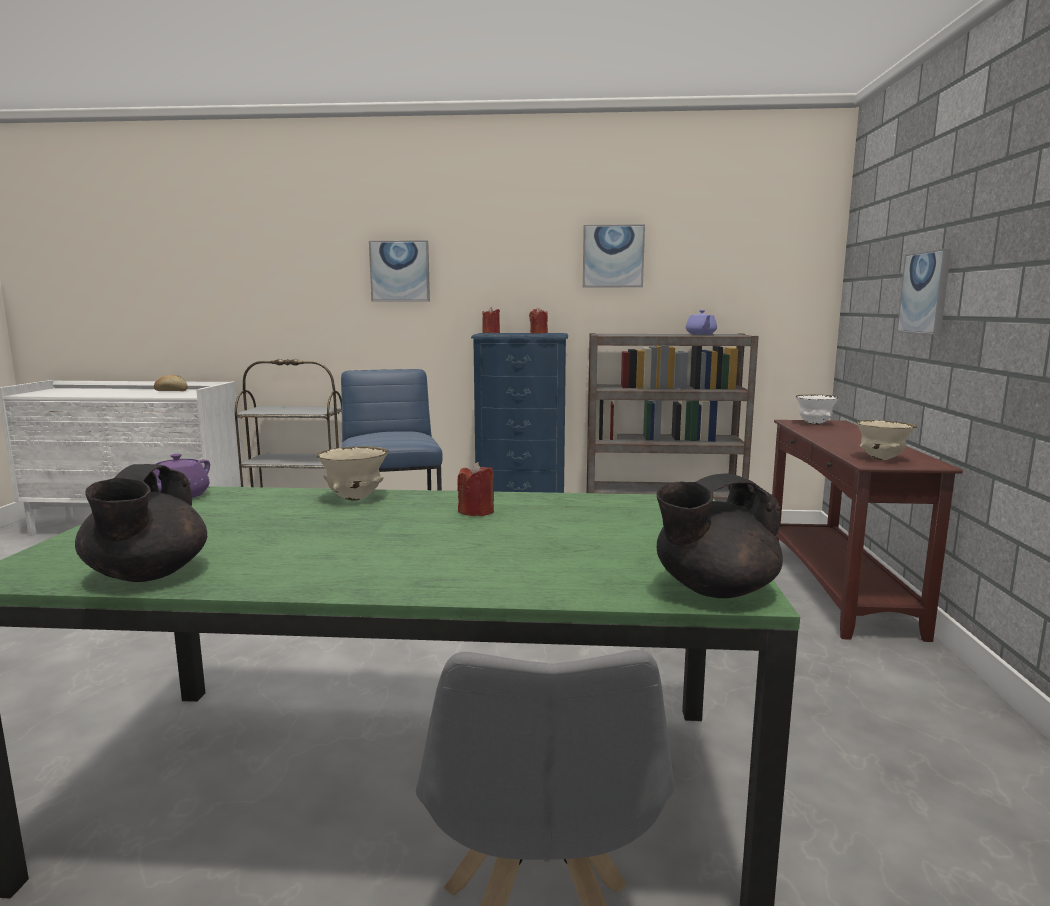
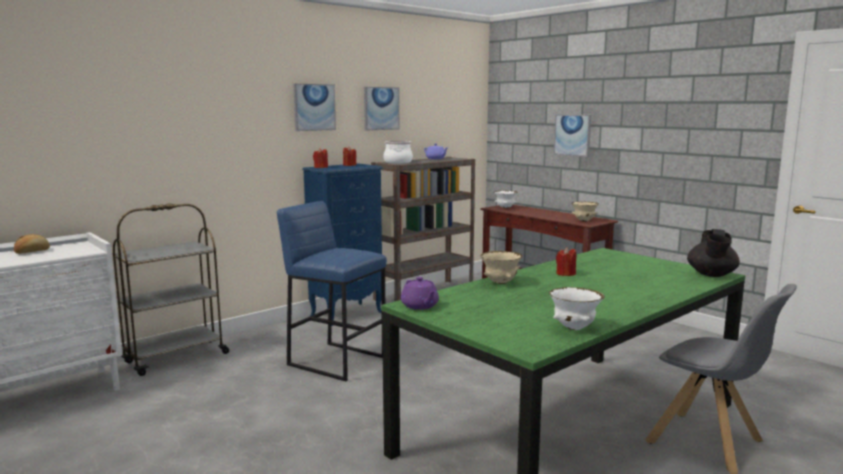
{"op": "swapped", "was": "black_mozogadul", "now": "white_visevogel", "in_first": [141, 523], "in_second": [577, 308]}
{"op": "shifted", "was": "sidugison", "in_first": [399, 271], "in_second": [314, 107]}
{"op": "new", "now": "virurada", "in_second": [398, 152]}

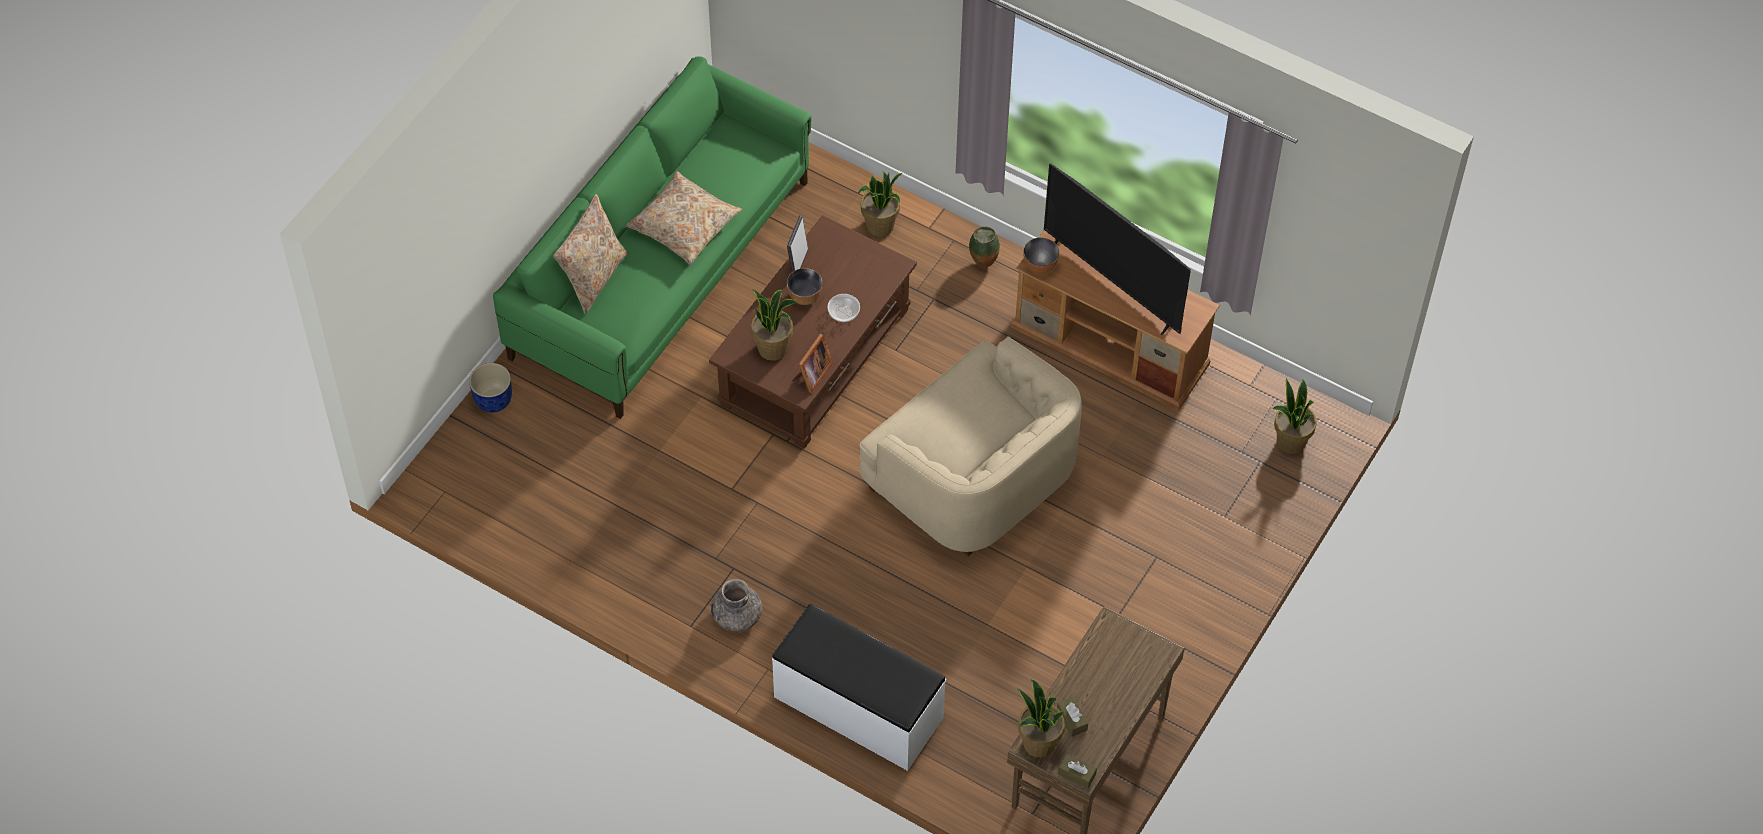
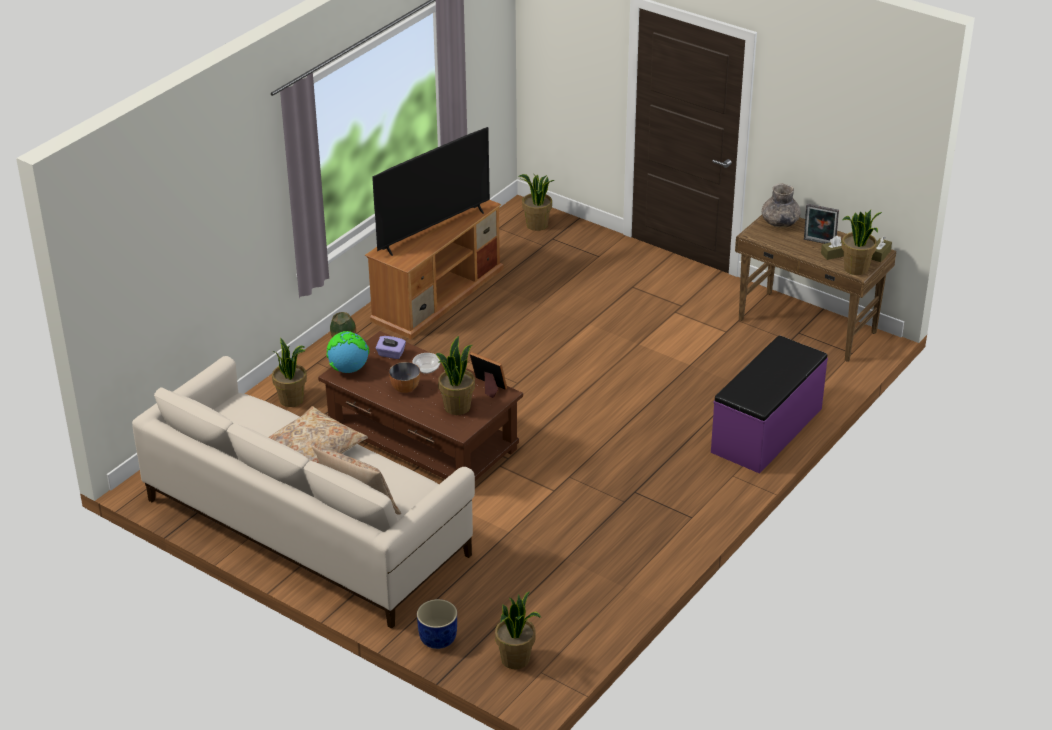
{"op": "repainted", "was": "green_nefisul", "now": "beige_nefisul", "in_first": [652, 237], "in_second": [303, 492]}
{"op": "shifted", "was": "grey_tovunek", "in_first": [737, 605], "in_second": [781, 205]}
{"op": "repainted", "was": "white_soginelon", "now": "purple_soginelon", "in_first": [859, 687], "in_second": [769, 404]}
{"op": "shifted", "was": "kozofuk", "in_first": [797, 243], "in_second": [821, 224]}
{"op": "gone", "was": "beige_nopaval", "in_first": [970, 446]}
{"op": "gone", "was": "visevogel", "in_first": [1041, 256]}
{"op": "new", "now": "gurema", "in_second": [347, 352]}
{"op": "new", "now": "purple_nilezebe", "in_second": [391, 347]}
{"op": "new", "now": "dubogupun", "in_second": [518, 630]}

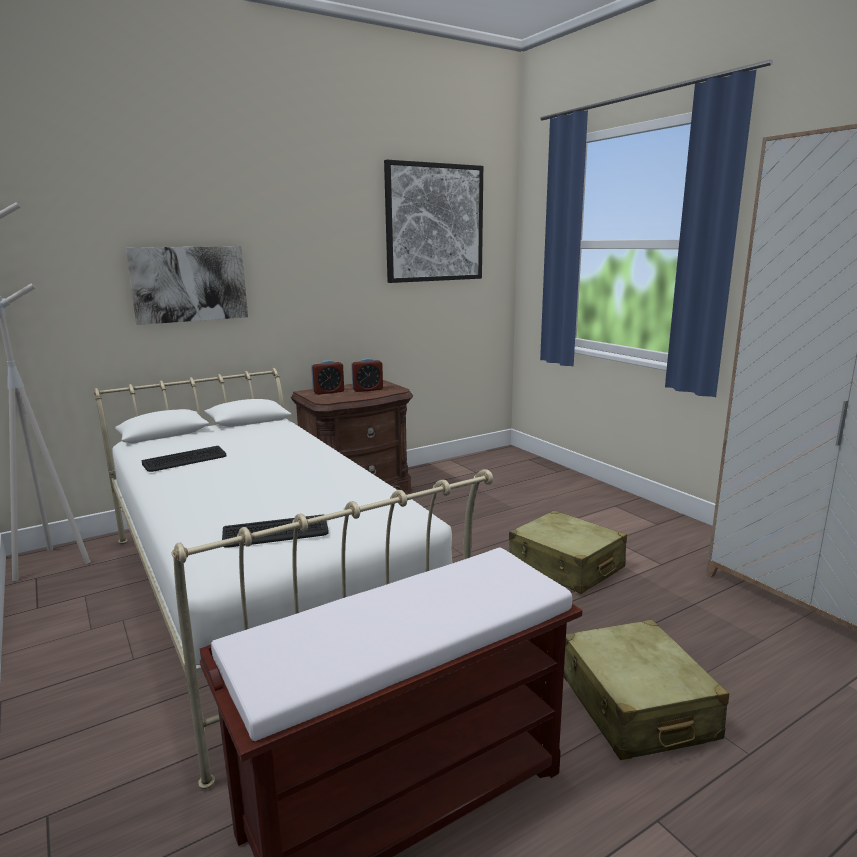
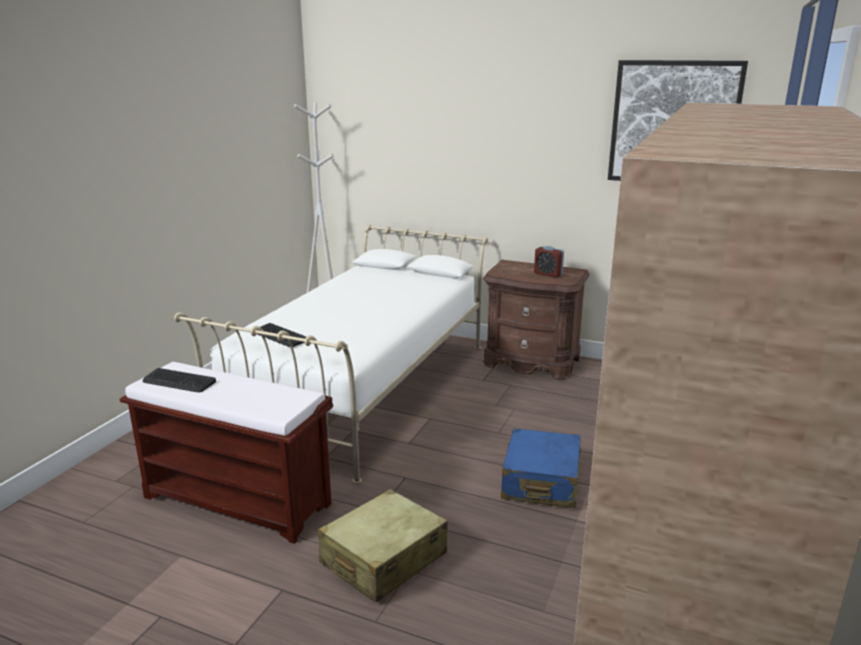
{"op": "gone", "was": "sidugison", "in_first": [186, 285]}
{"op": "shifted", "was": "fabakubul", "in_first": [184, 459], "in_second": [179, 380]}
{"op": "gone", "was": "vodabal", "in_first": [327, 377]}
{"op": "repainted", "was": "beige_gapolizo", "now": "blue_gapolizo", "in_first": [568, 552], "in_second": [541, 468]}

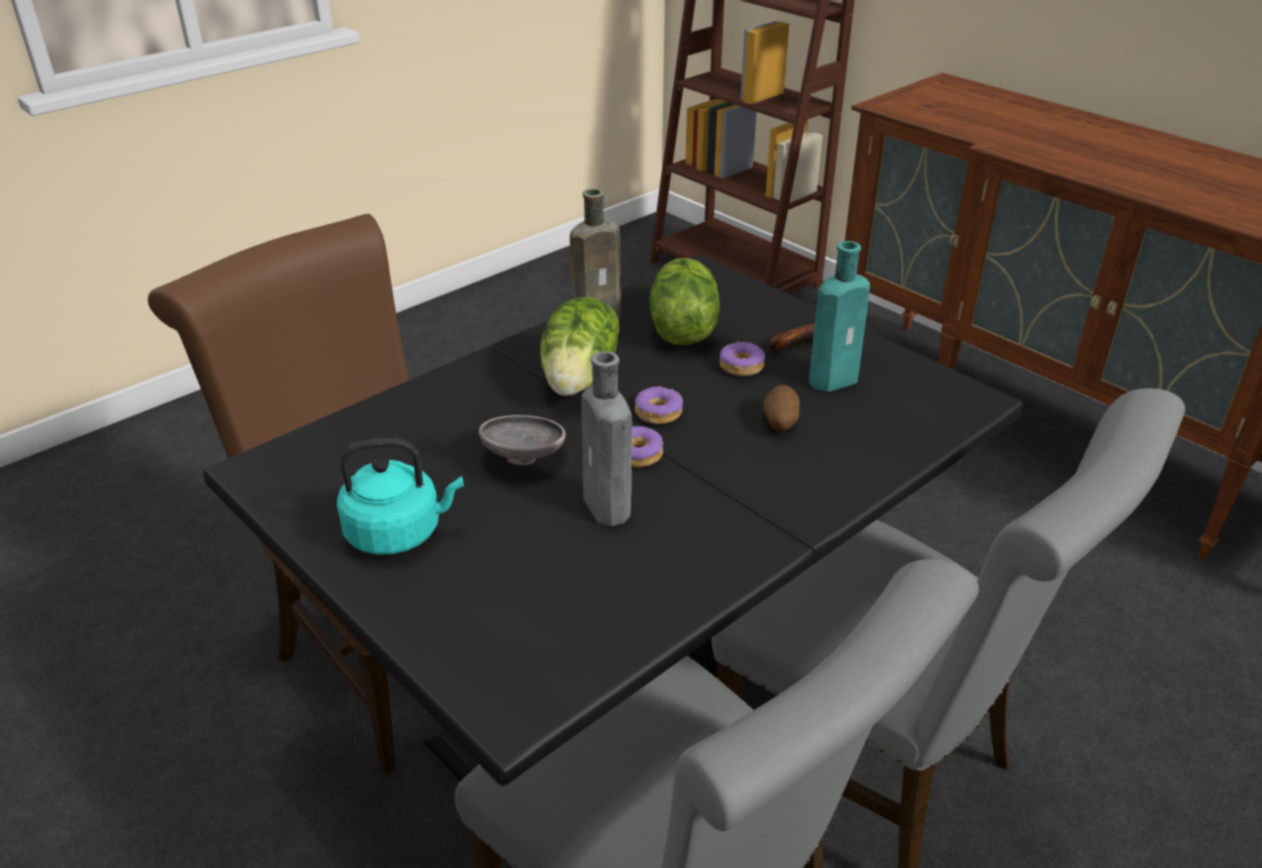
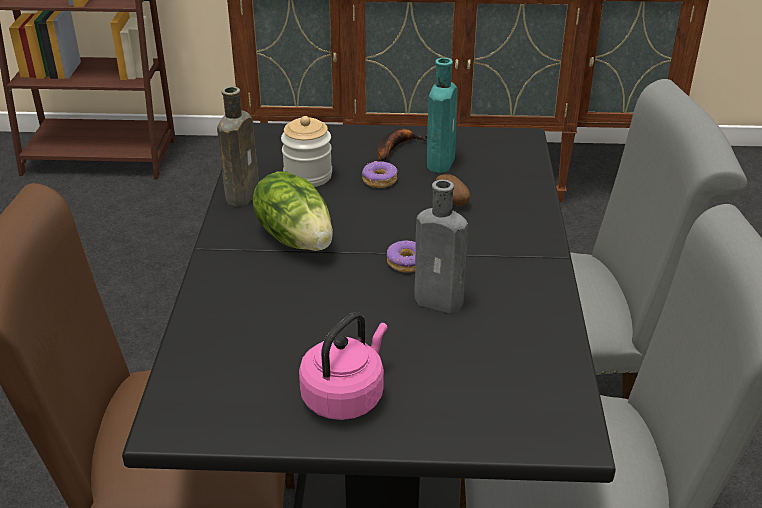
{"op": "repainted", "was": "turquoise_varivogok", "now": "pink_varivogok", "in_first": [400, 496], "in_second": [343, 366]}
{"op": "gone", "was": "grey_visevogel", "in_first": [522, 440]}
{"op": "gone", "was": "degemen", "in_first": [659, 405]}
{"op": "swapped", "was": "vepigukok", "now": "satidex", "in_first": [684, 301], "in_second": [306, 151]}

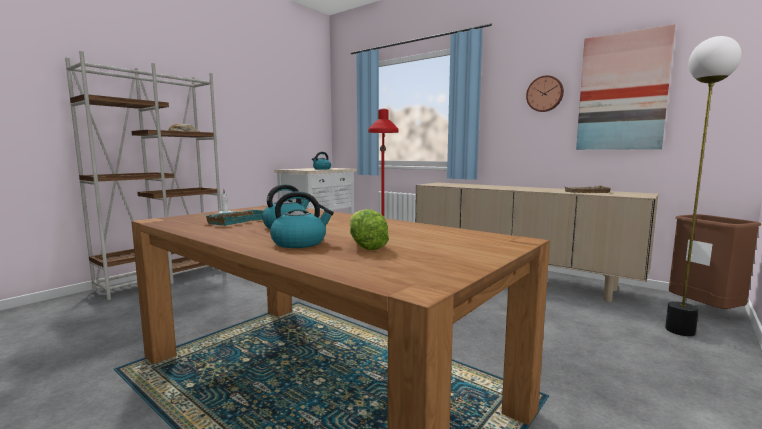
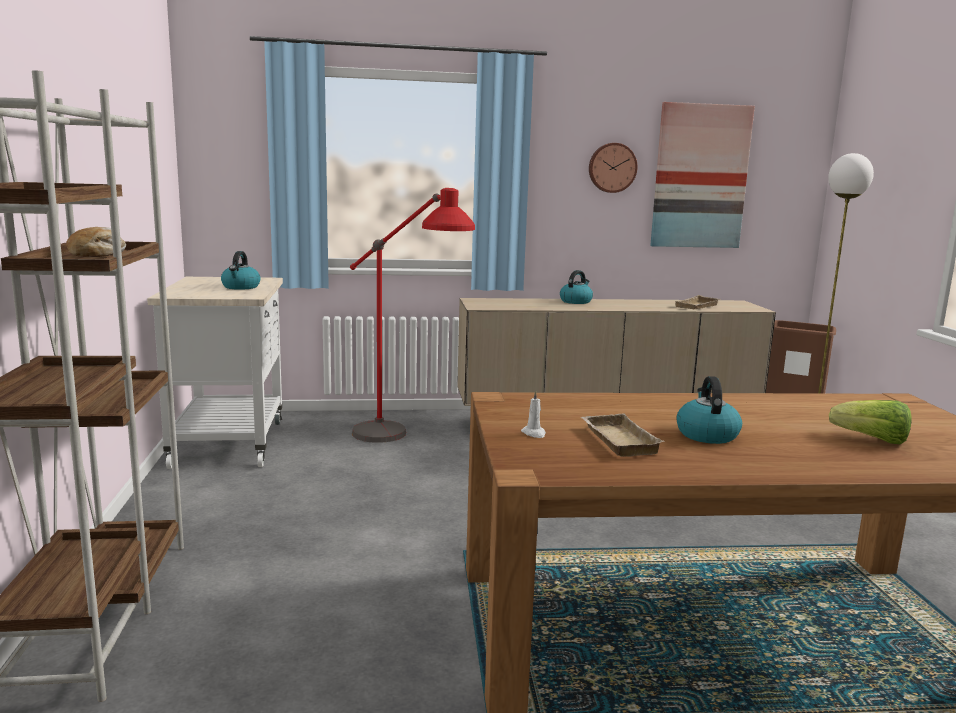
{"op": "repainted", "was": "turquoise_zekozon", "now": "beige_zekozon", "in_first": [234, 218], "in_second": [623, 435]}
{"op": "shifted", "was": "varivogok", "in_first": [302, 219], "in_second": [576, 287]}

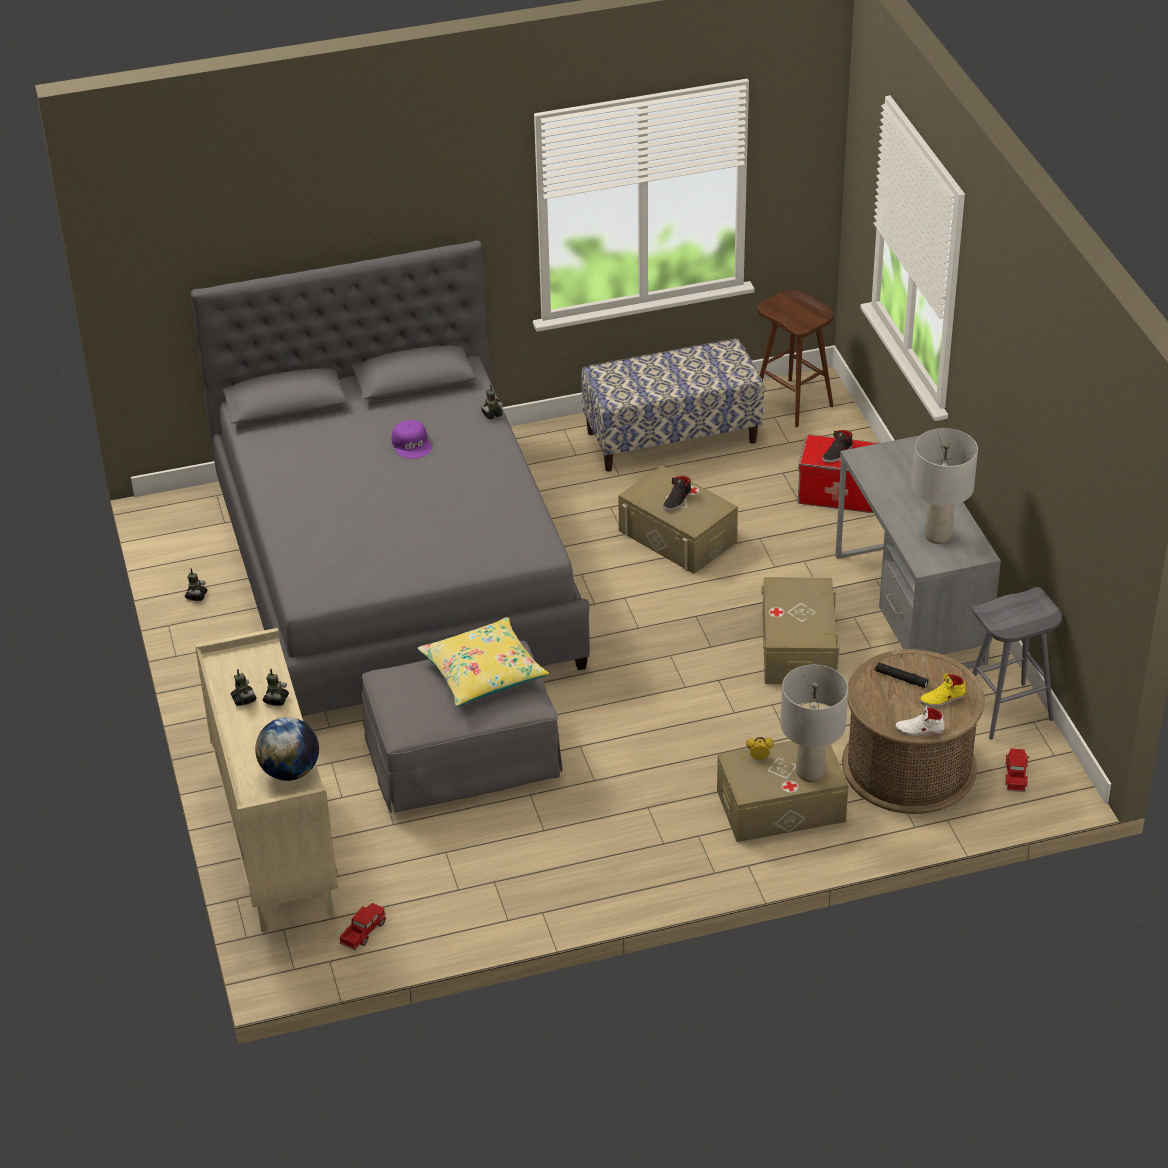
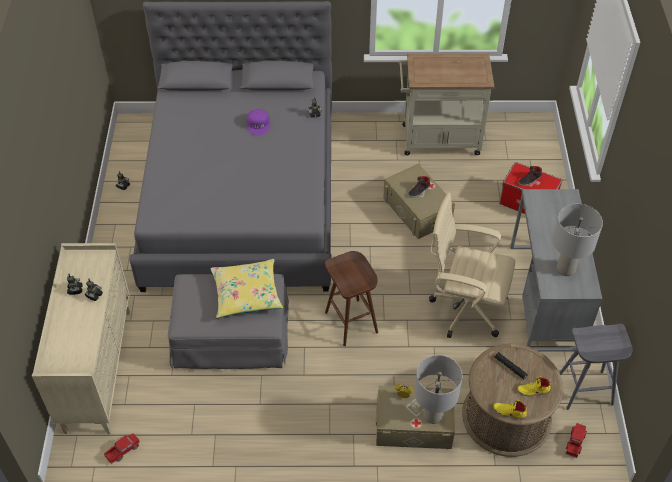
{"op": "gone", "was": "gurema", "in_first": [287, 749]}
{"op": "swapped", "was": "soginelon", "now": "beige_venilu", "in_first": [672, 405], "in_second": [446, 105]}
{"op": "shifted", "was": "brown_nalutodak", "in_first": [796, 358], "in_second": [351, 298]}
{"op": "swapped", "was": "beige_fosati", "now": "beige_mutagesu", "in_first": [800, 630], "in_second": [472, 265]}
{"op": "repainted", "was": "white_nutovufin", "now": "yellow_nutovufin", "in_first": [919, 720], "in_second": [510, 409]}

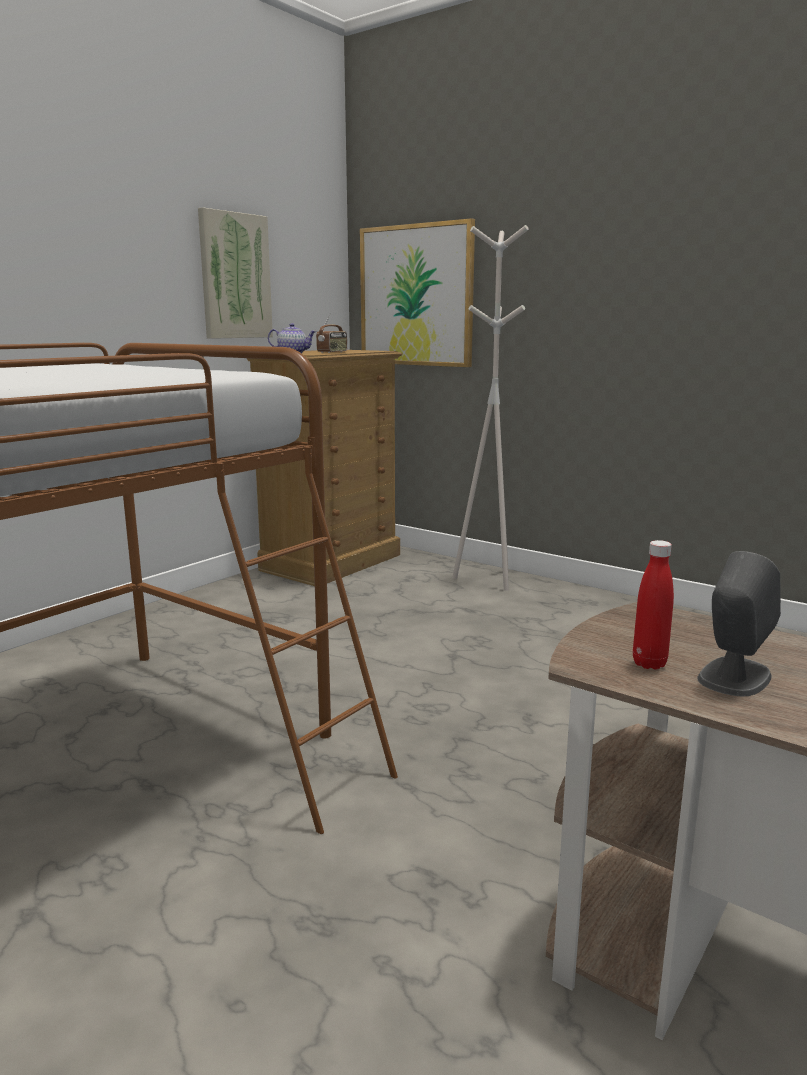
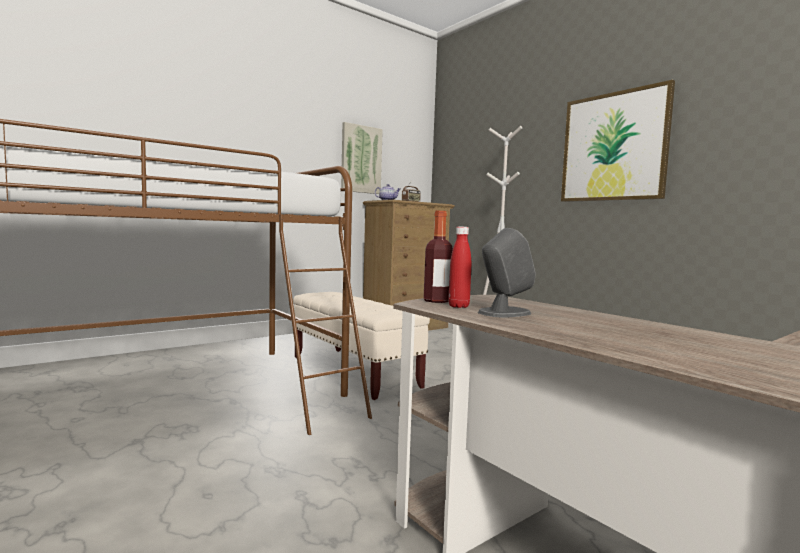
{"op": "shifted", "was": "sidugison", "in_first": [417, 292], "in_second": [618, 141]}
{"op": "new", "now": "beige_soginelon", "in_second": [361, 346]}
{"op": "new", "now": "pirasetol", "in_second": [438, 257]}

